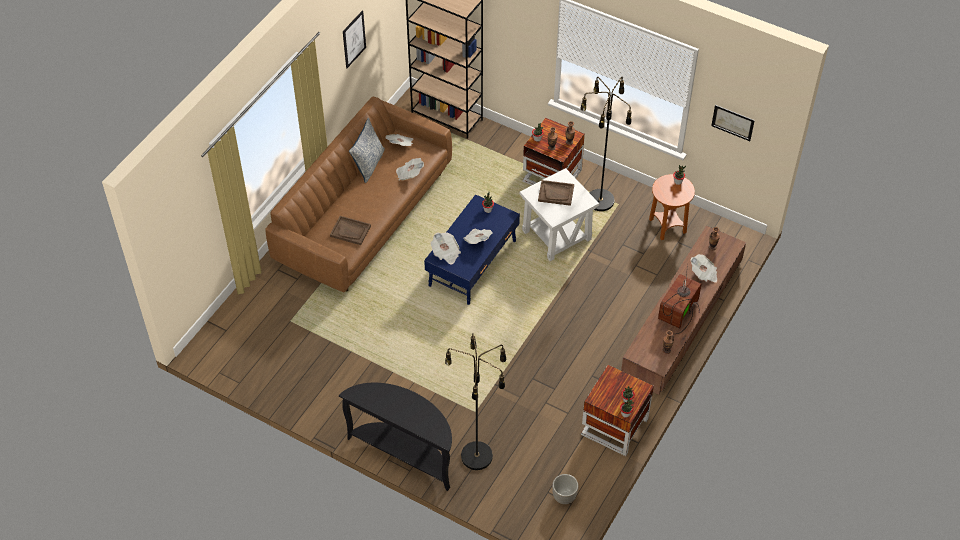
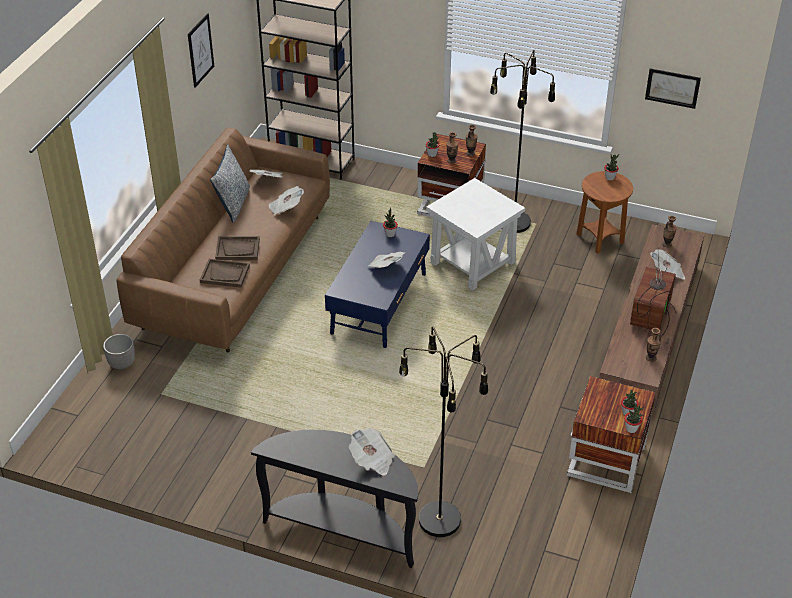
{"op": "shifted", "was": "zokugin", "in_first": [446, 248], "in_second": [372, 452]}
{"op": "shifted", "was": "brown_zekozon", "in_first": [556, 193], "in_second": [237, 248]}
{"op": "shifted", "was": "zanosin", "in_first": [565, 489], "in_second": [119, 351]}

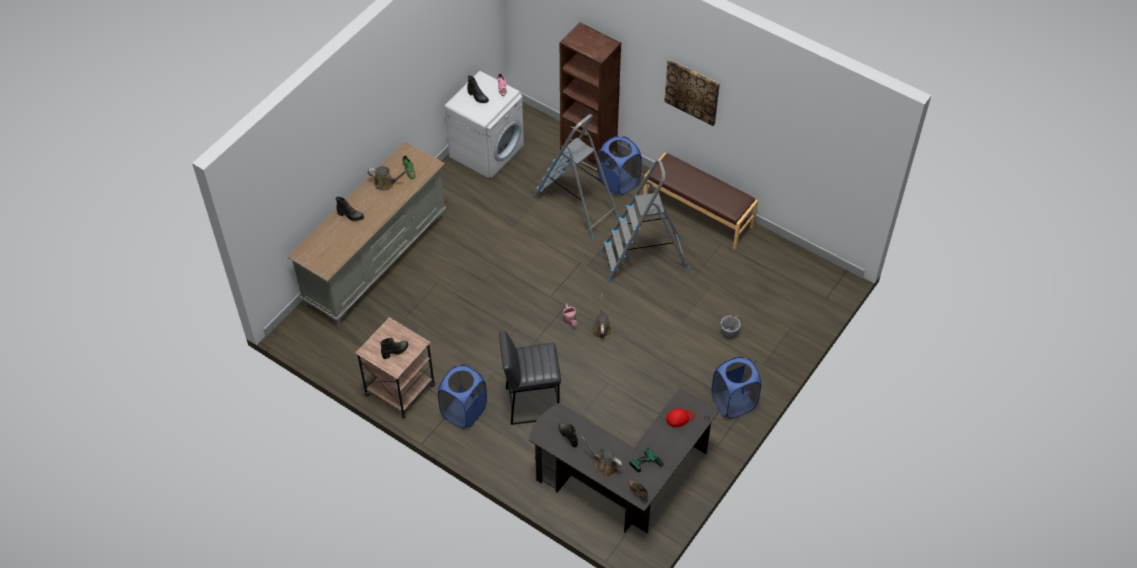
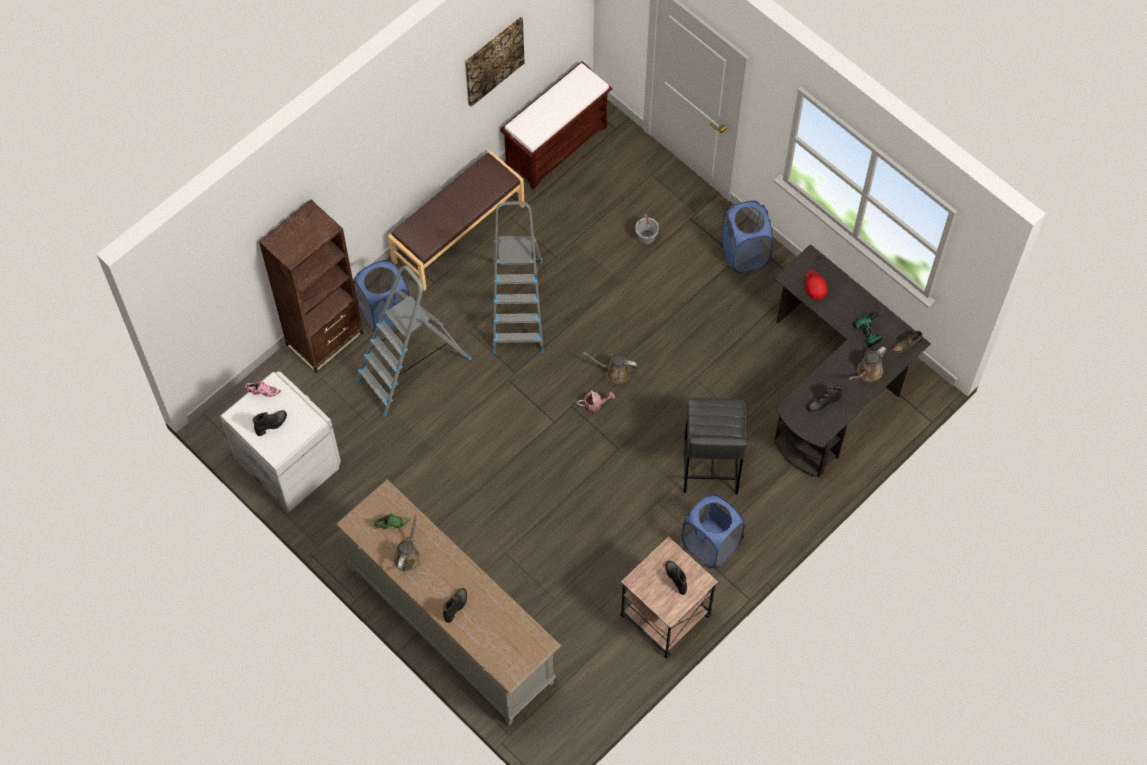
{"op": "shifted", "was": "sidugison", "in_first": [692, 92], "in_second": [495, 62]}
{"op": "new", "now": "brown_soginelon", "in_second": [556, 125]}

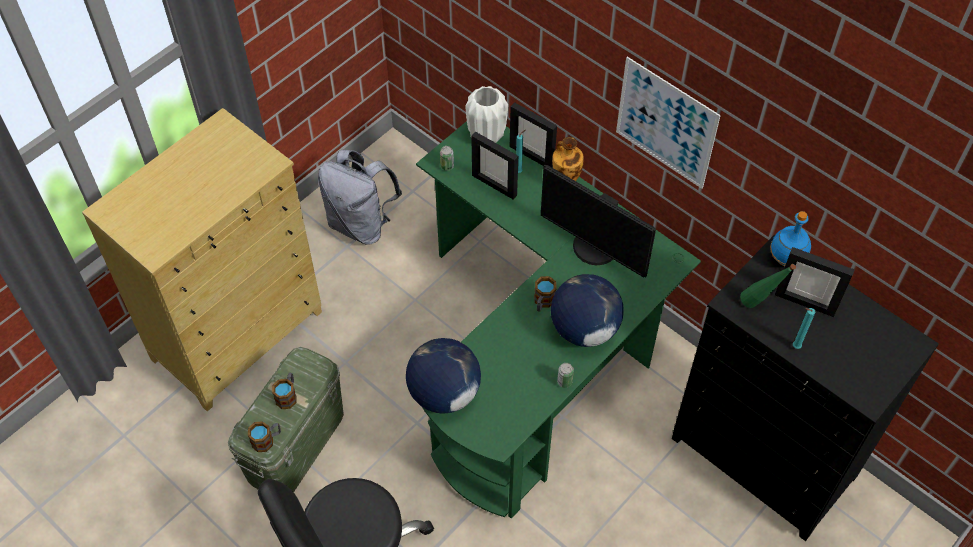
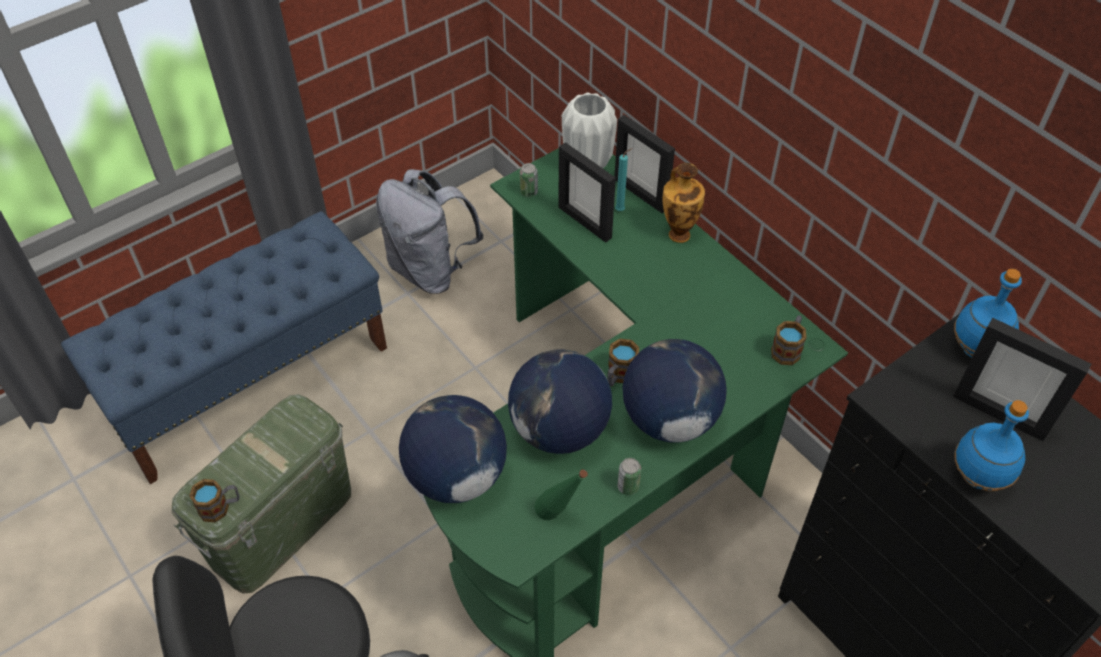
{"op": "swapped", "was": "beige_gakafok", "now": "blue_soginelon", "in_first": [202, 259], "in_second": [224, 347]}
{"op": "shifted", "was": "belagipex", "in_first": [284, 390], "in_second": [789, 340]}
{"op": "gone", "was": "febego", "in_first": [598, 221]}
{"op": "gone", "was": "sidugison", "in_first": [668, 123]}
{"op": "shifted", "was": "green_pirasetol", "in_first": [768, 286], "in_second": [561, 494]}
{"op": "swapped", "was": "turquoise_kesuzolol", "now": "blue_pirasetol", "in_first": [804, 328], "in_second": [991, 445]}
{"op": "new", "now": "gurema", "in_second": [560, 401]}

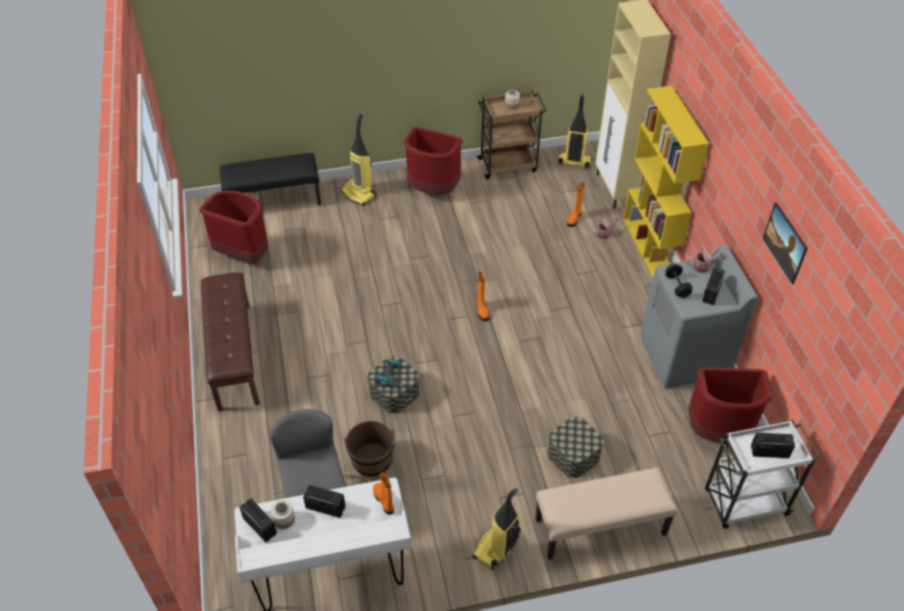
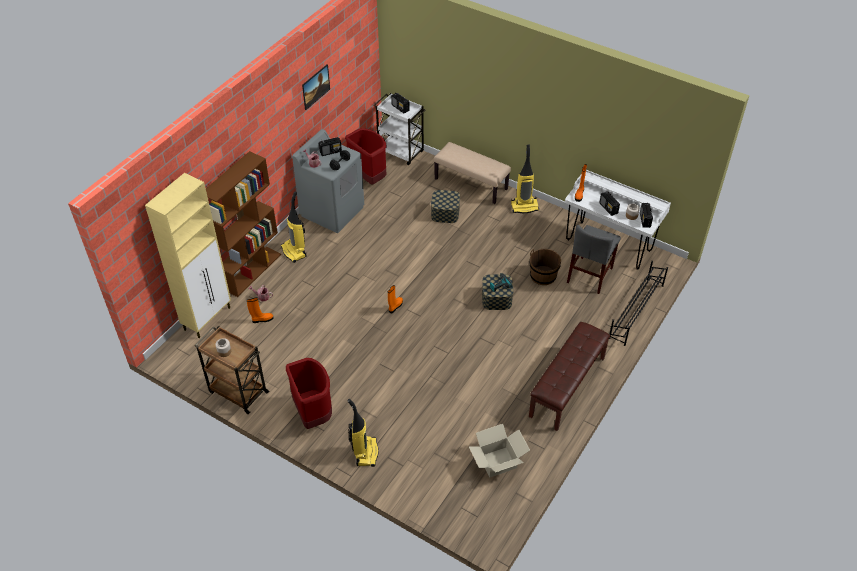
{"op": "swapped", "was": "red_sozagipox", "now": "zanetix", "in_first": [233, 227], "in_second": [499, 450]}
{"op": "gone", "was": "black_soginelon", "in_first": [270, 179]}
{"op": "shifted", "was": "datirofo", "in_first": [575, 131], "in_second": [294, 227]}
{"op": "repainted", "was": "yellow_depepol", "now": "brown_depepol", "in_first": [666, 181], "in_second": [243, 224]}
{"op": "new", "now": "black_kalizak", "in_second": [638, 303]}

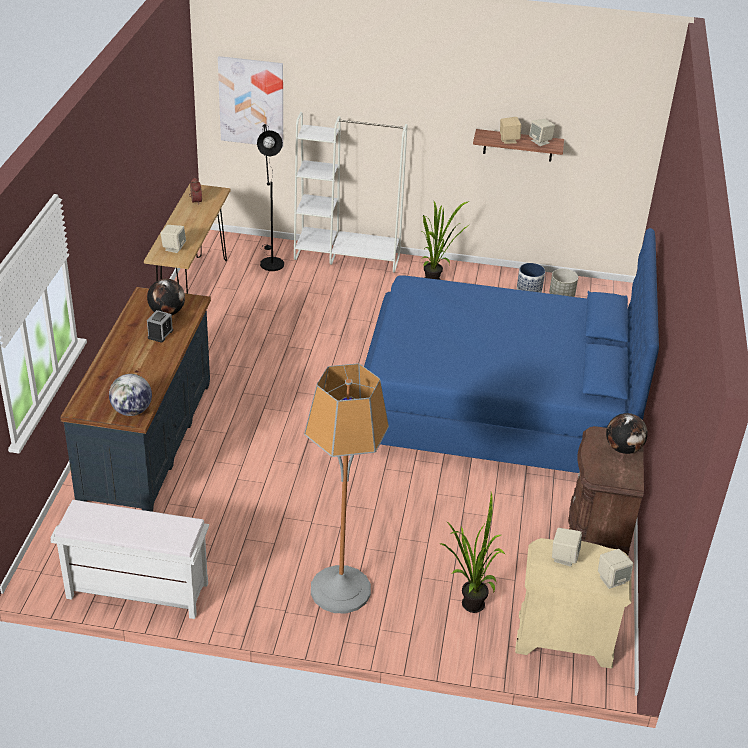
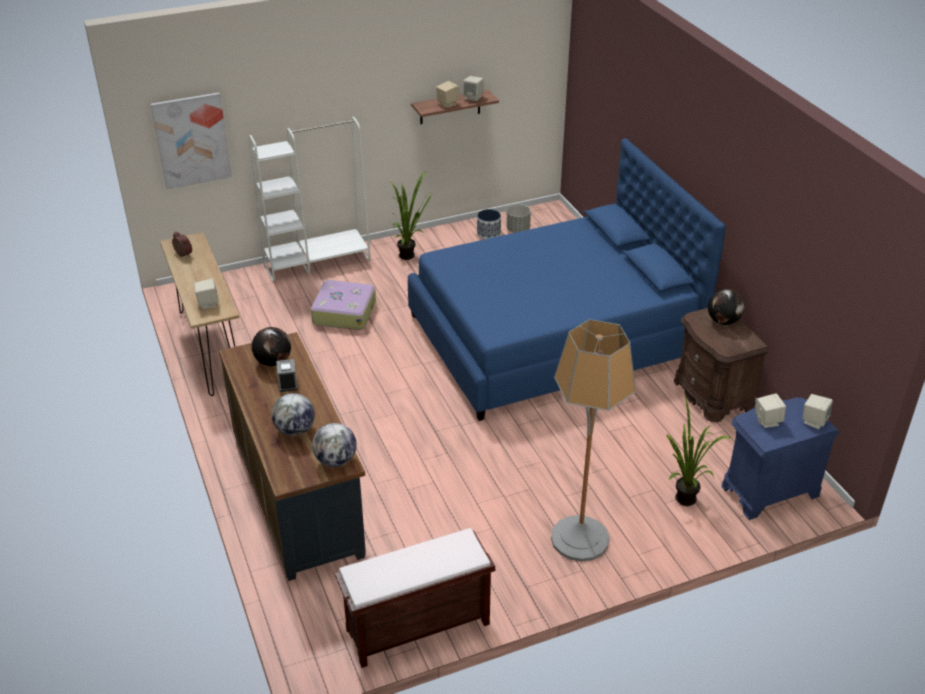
{"op": "repainted", "was": "white_soginelon", "now": "brown_soginelon", "in_first": [129, 559], "in_second": [415, 598]}
{"op": "gone", "was": "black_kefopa", "in_first": [270, 197]}
{"op": "repainted", "was": "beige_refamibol", "now": "blue_refamibol", "in_first": [573, 603], "in_second": [780, 458]}
{"op": "new", "now": "gurema", "in_second": [293, 414]}
{"op": "new", "now": "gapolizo", "in_second": [343, 305]}

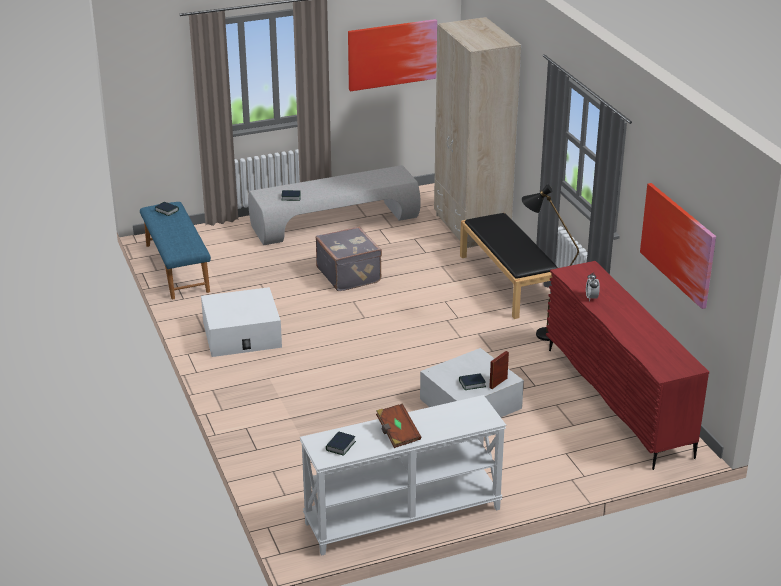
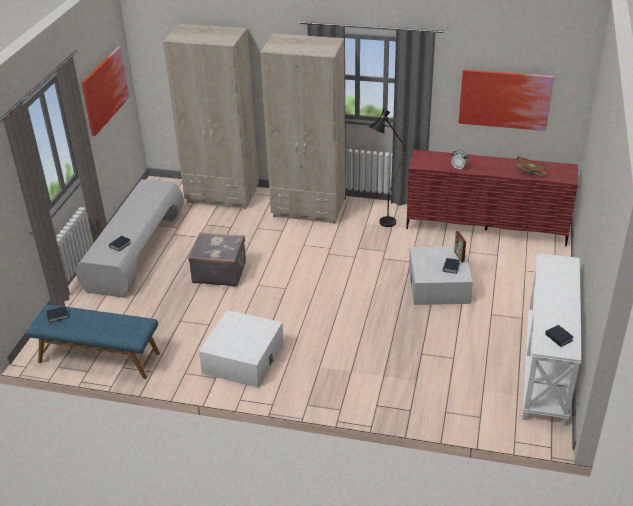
{"op": "shifted", "was": "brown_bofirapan", "in_first": [398, 426], "in_second": [531, 167]}
{"op": "swapped", "was": "black_soginelon", "now": "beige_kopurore", "in_first": [509, 266], "in_second": [302, 128]}

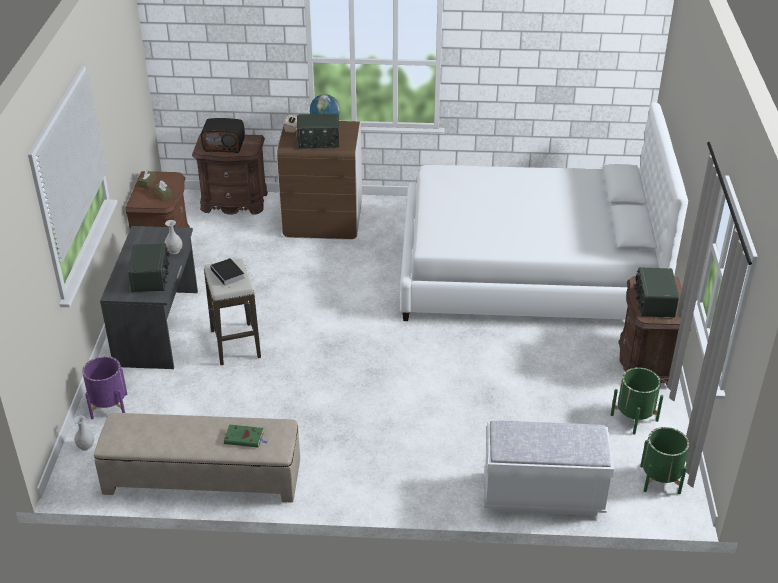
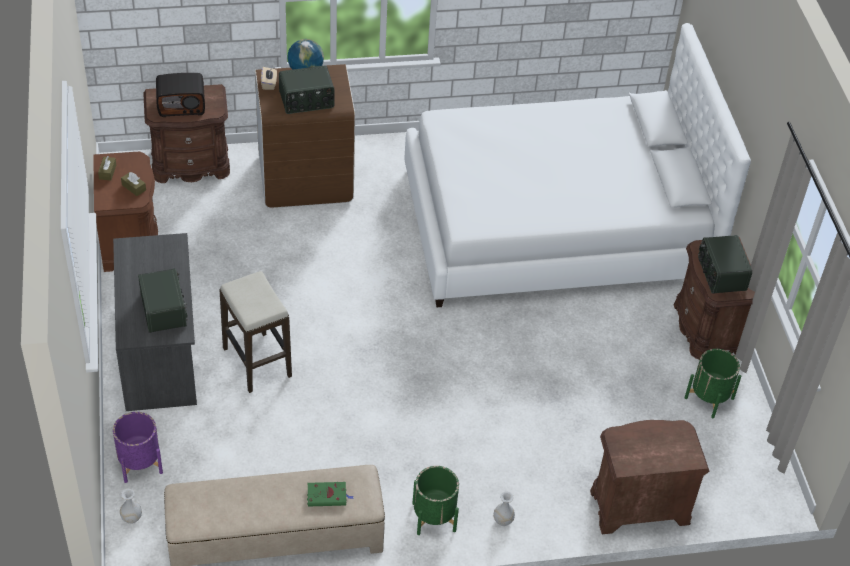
{"op": "shifted", "was": "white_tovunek", "in_first": [173, 237], "in_second": [504, 509]}
{"op": "gone", "was": "bofirapan", "in_first": [227, 272]}
{"op": "swapped", "was": "white_soginelon", "now": "brown_refamibol", "in_first": [549, 468], "in_second": [650, 477]}
{"op": "shifted", "was": "green_zanosin", "in_first": [664, 460], "in_second": [435, 500]}

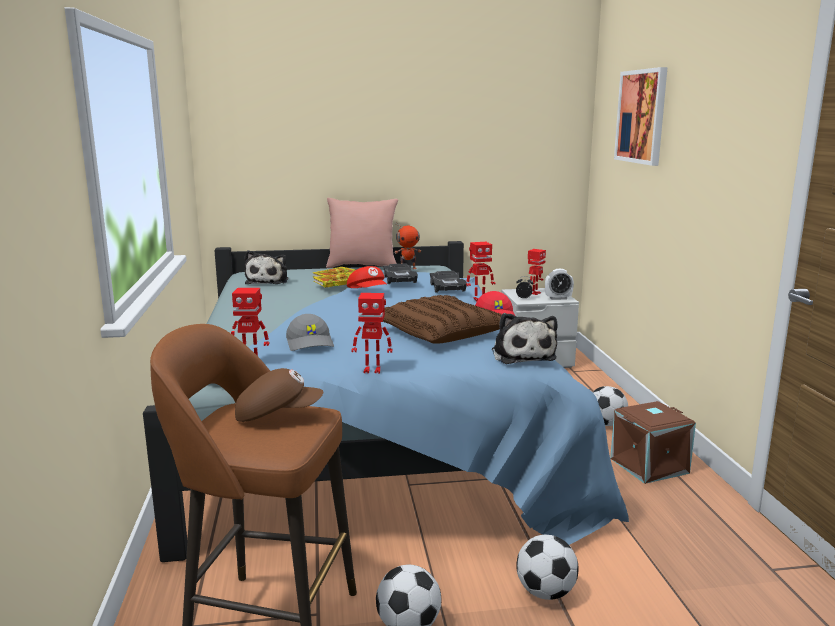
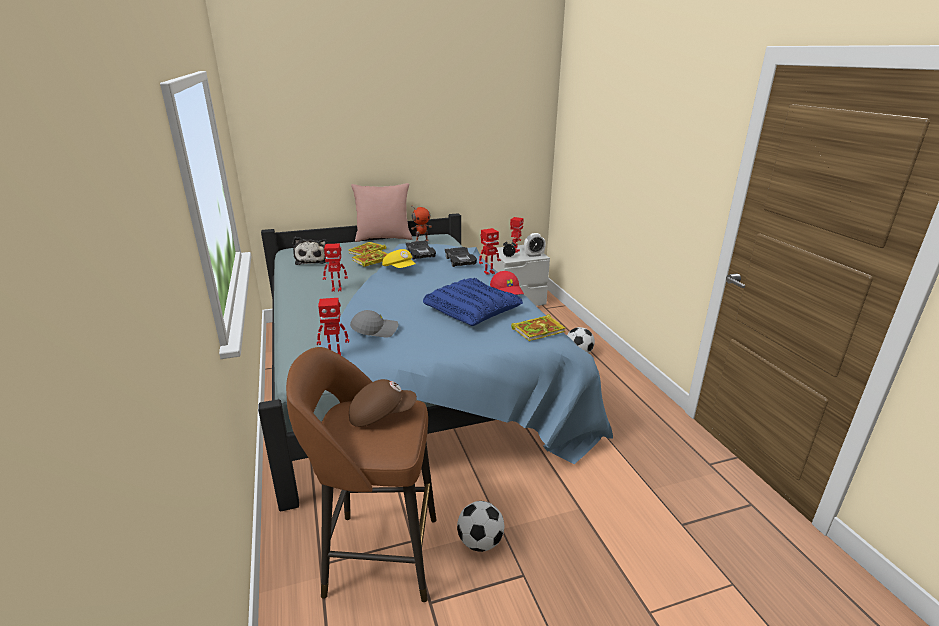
{"op": "rotated", "was": "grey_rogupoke", "in_first": [310, 332], "in_second": [374, 324], "clockwise": -75}
{"op": "repainted", "was": "red_rogupoke", "now": "yellow_rogupoke", "in_first": [366, 277], "in_second": [399, 258]}
{"op": "shifted", "was": "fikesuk", "in_first": [372, 333], "in_second": [335, 267]}
{"op": "repainted", "was": "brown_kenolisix", "now": "blue_kenolisix", "in_first": [442, 319], "in_second": [473, 302]}
{"op": "swapped", "was": "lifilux", "now": "bofirapan", "in_first": [525, 338], "in_second": [538, 327]}
{"op": "gone", "was": "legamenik", "in_first": [548, 567]}
{"op": "gone", "was": "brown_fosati", "in_first": [653, 442]}
{"op": "gone", "was": "sidugison", "in_first": [641, 116]}

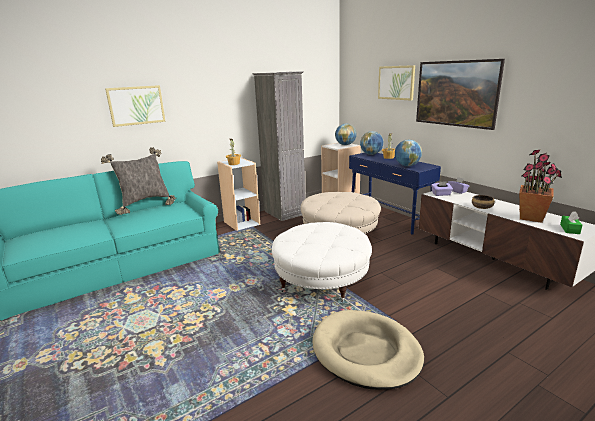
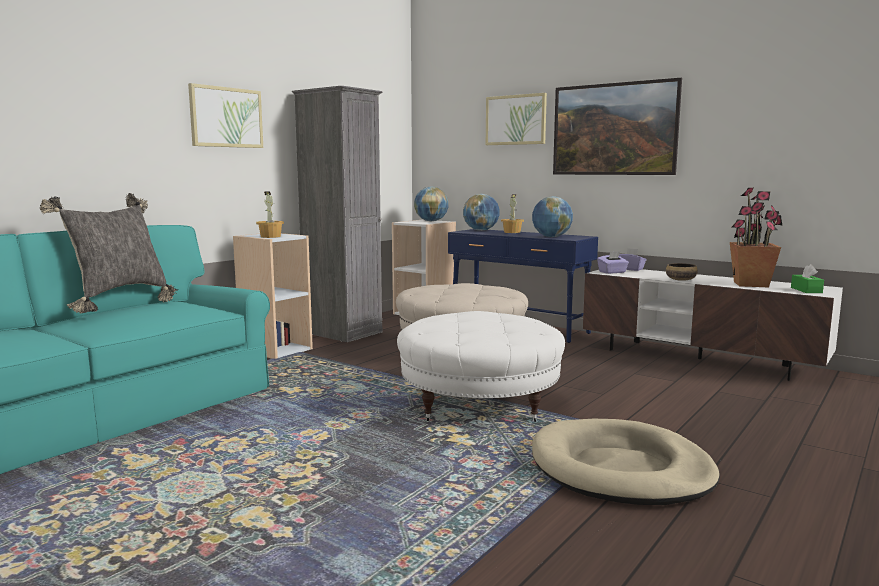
{"op": "shifted", "was": "sidugison", "in_first": [135, 106], "in_second": [225, 115]}

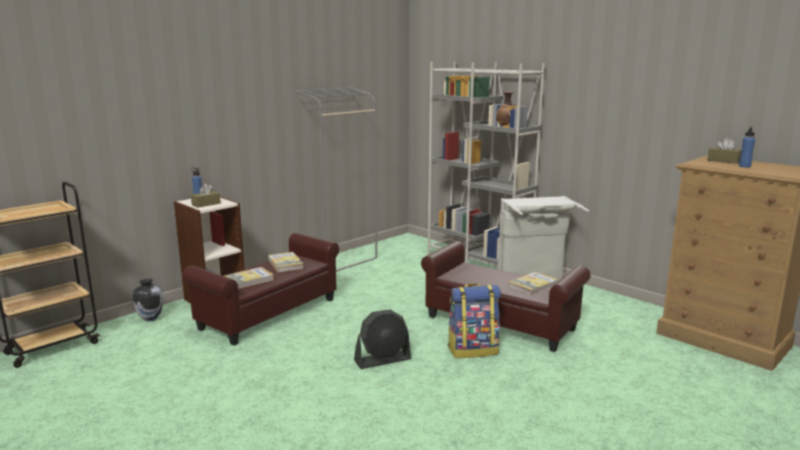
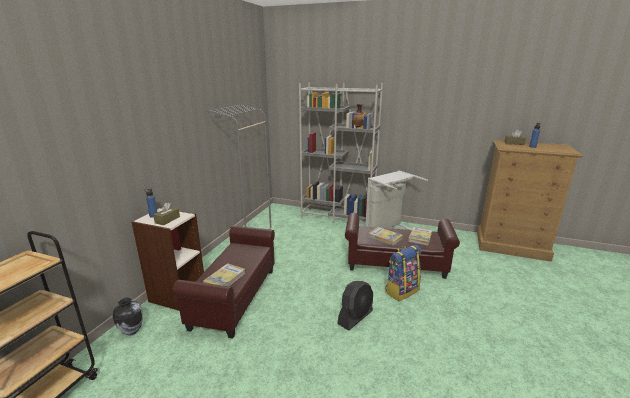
{"op": "shifted", "was": "bofirapan", "in_first": [286, 262], "in_second": [385, 236]}

